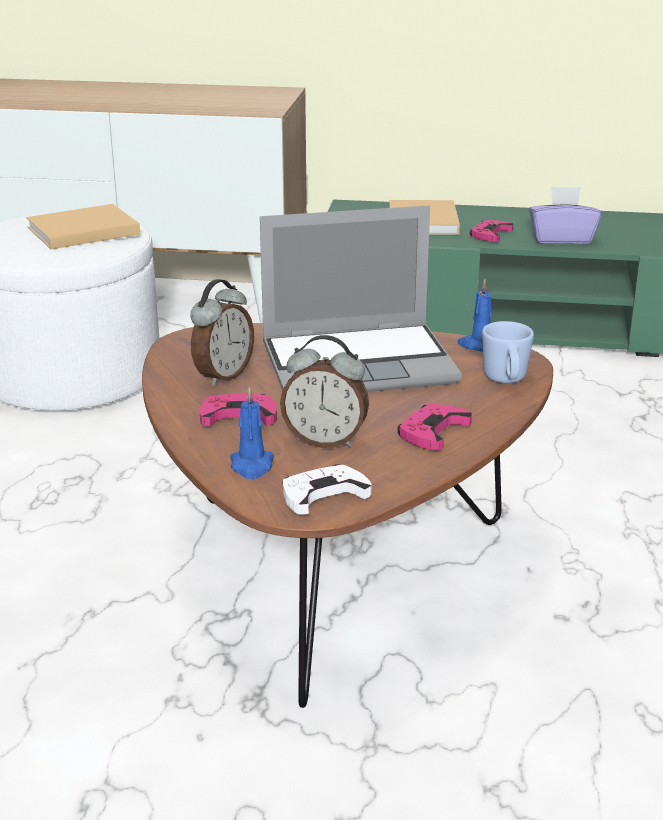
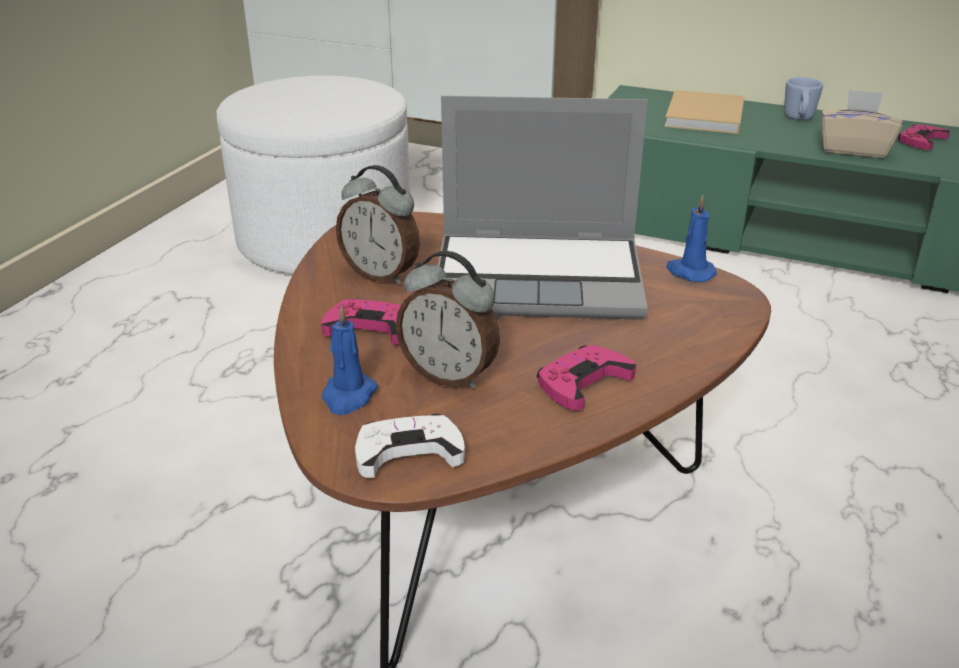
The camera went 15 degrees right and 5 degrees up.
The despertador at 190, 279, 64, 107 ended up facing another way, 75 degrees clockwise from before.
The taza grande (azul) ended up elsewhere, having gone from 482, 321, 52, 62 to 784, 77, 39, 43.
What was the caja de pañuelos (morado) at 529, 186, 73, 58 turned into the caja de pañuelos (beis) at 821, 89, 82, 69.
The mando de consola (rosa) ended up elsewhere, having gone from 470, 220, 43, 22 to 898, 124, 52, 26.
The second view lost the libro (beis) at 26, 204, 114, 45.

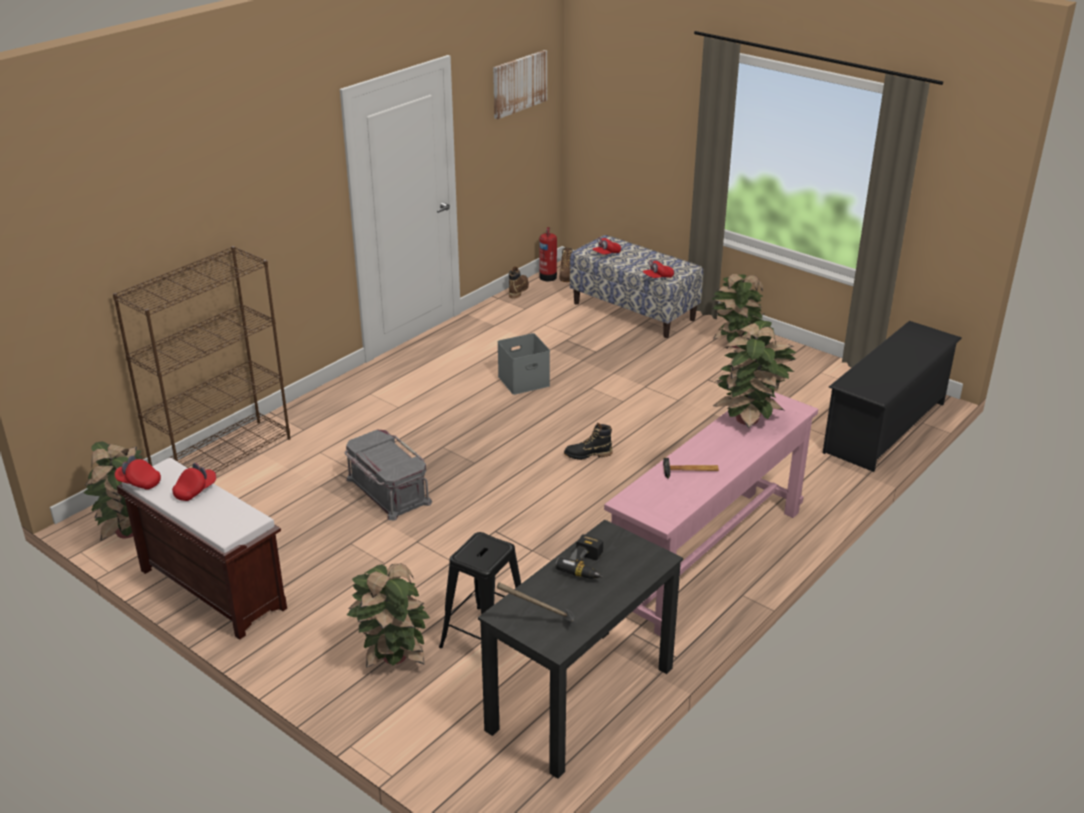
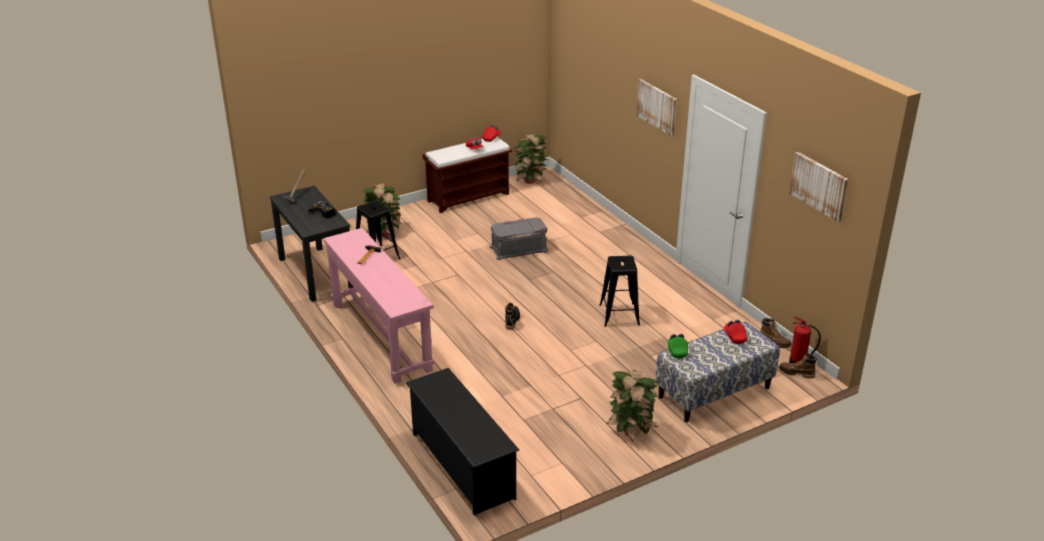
The camera went 110 degrees right and 0 degrees up.
Where the caja de almacenaje (gris) stood at 497, 333, 53, 62, the taburete (negro) came to stand at 599, 255, 41, 72.
The second view gained the cuadro at 637, 79, 40, 57.
What was the gorra (rojo) at 643, 260, 31, 18 turned into the gorra (verde) at 668, 334, 20, 24.
The second view lost the estantería (marrón) at 113, 246, 177, 227.
The second view lost the planta en maceta at 713, 321, 83, 107.

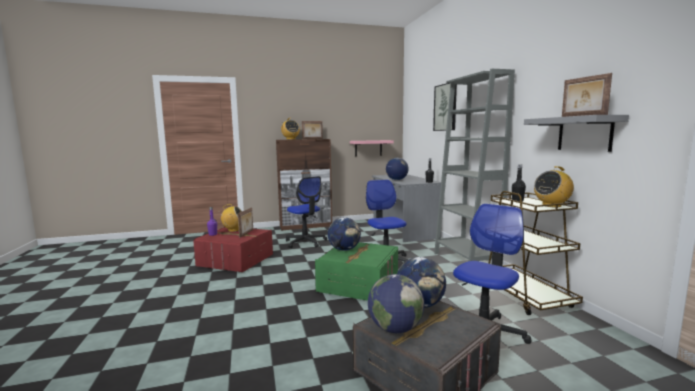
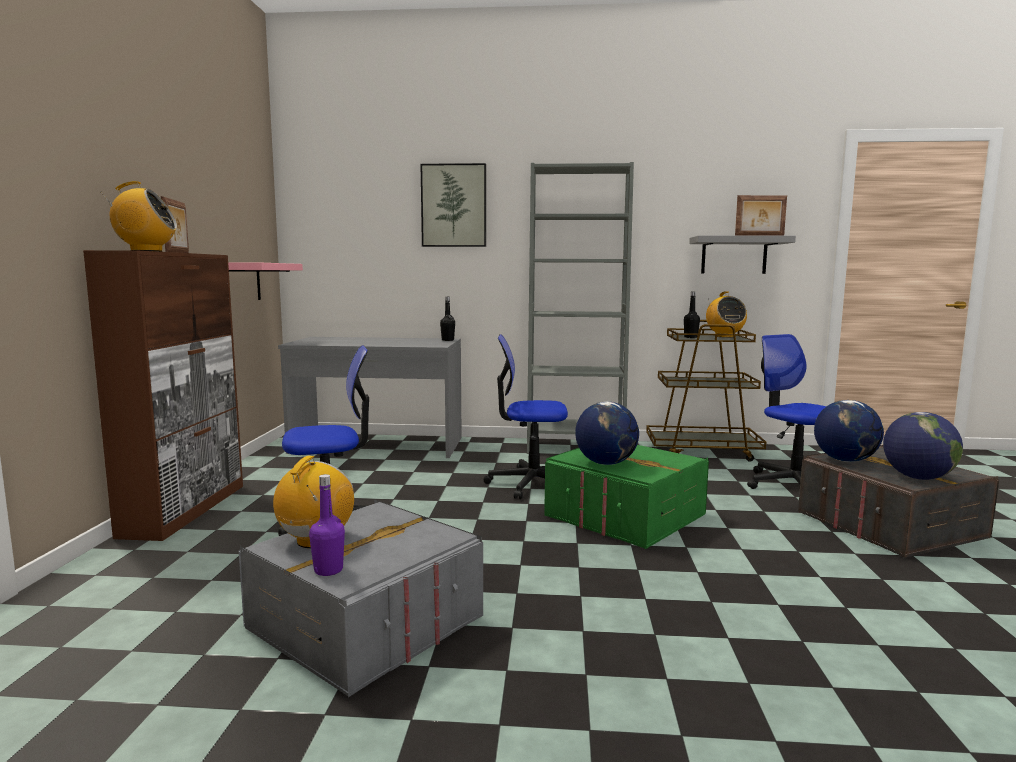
The camera went 70 degrees left and 0 degrees up.
What was the caja de almacenaje (rojo) at 193, 227, 80, 45 turned into the caja de almacenaje (gris) at 239, 500, 244, 197.
The second view lost the portarretratos at 238, 207, 15, 31.
The second view lost the globo terráqueo at 386, 158, 23, 22.

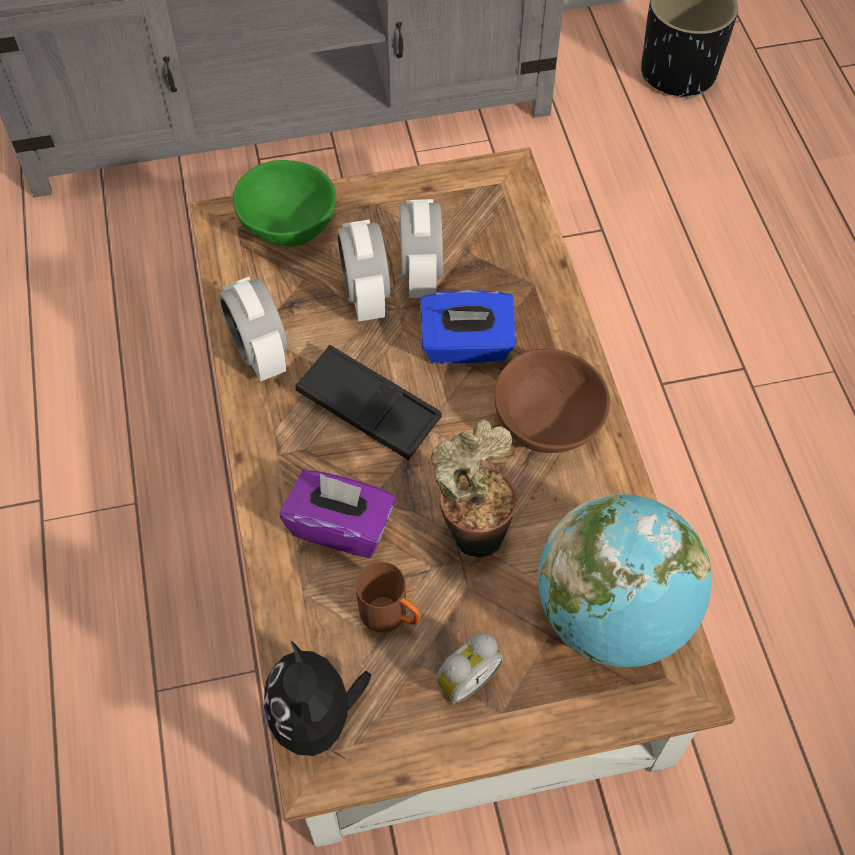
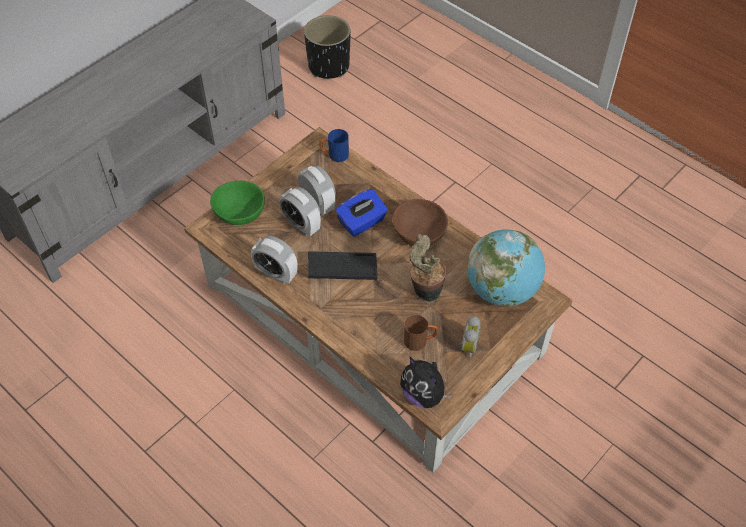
The camera went 35 degrees left and 5 degrees down.
The second view gained the taza grande (azul) at 320, 129, 29, 33.
The second view lost the caja de pañuelos (morado) at 279, 470, 117, 88.

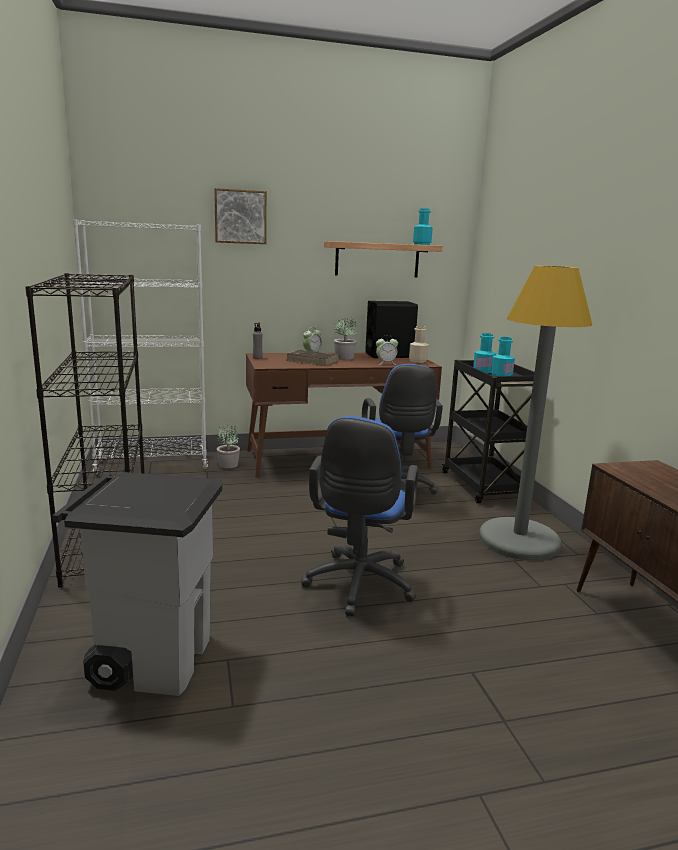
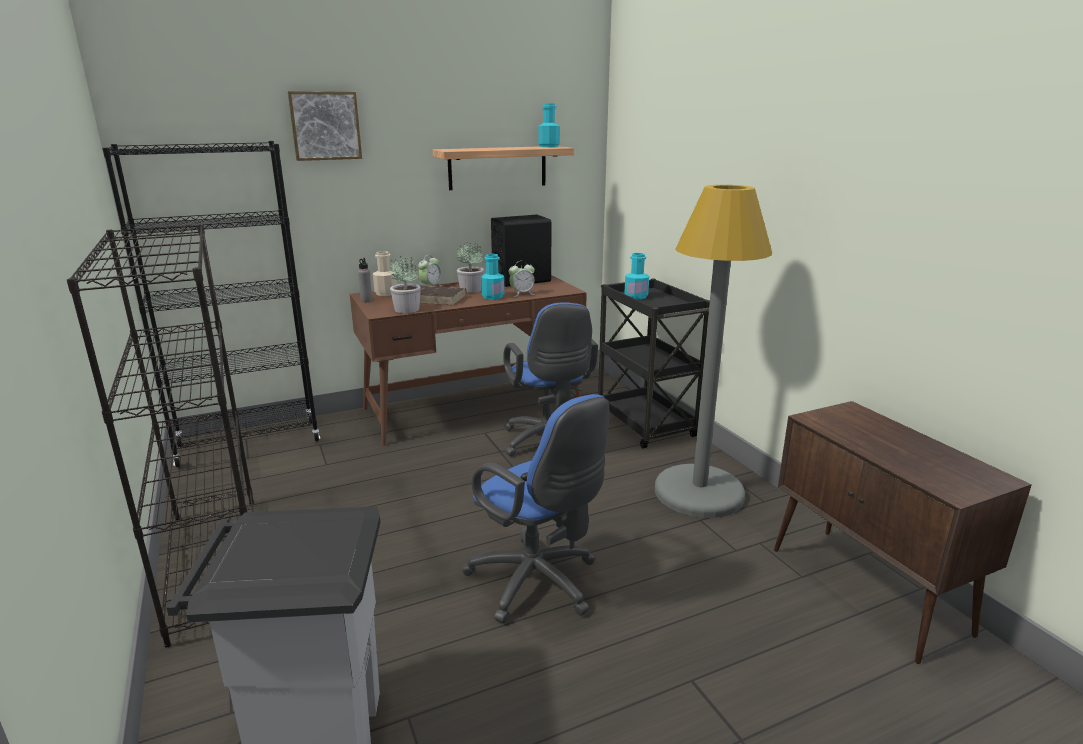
The camera went 10 degrees left and 5 degrees up.
What was the estantería (blanco) at 73, 219, 135, 256 turned into the estantería (negro) at 102, 141, 218, 327.
The botella (beis) ended up elsewhere, having gone from 409, 326, 20, 37 to 373, 251, 24, 45.
The planta en maceta ended up elsewhere, having gone from 217, 425, 23, 43 to 390, 256, 31, 57.
The silla de oficina (azul) at 301, 416, 117, 201 ended up facing another way, 45 degrees counterclockwise from before.
The botella (turquesa) ended up elsewhere, having gone from 491, 337, 24, 39 to 481, 254, 23, 46.

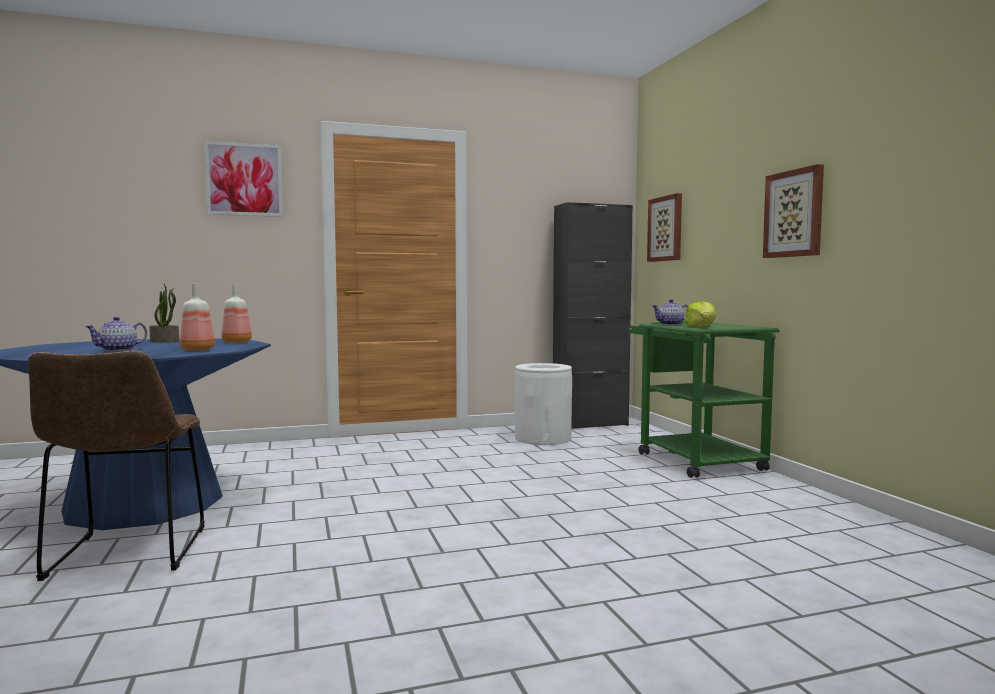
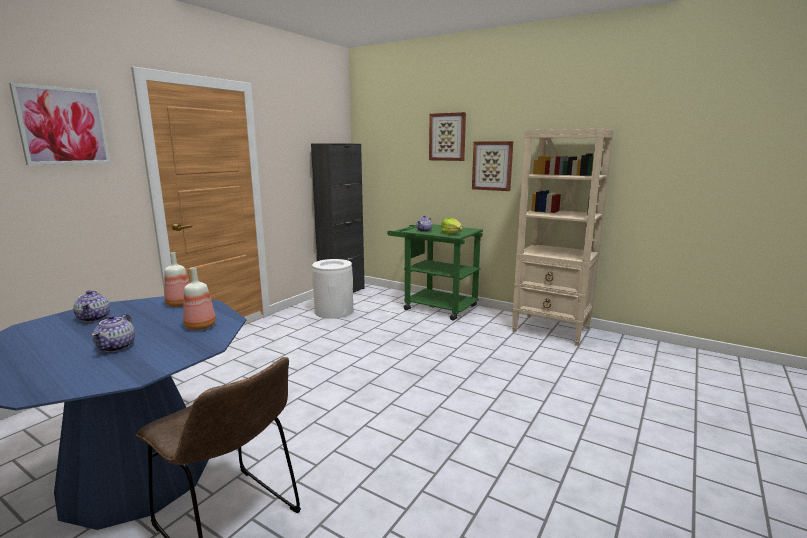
The camera went 40 degrees left and 10 degrees up.
Where the planta en maceta stood at 149, 284, 30, 58, the tetera came to stand at 73, 290, 37, 32.
The cuadro ended up elsewhere, having gone from 647, 193, 35, 69 to 429, 112, 37, 49.
The second view gained the estantería (beis) at 512, 129, 102, 217.

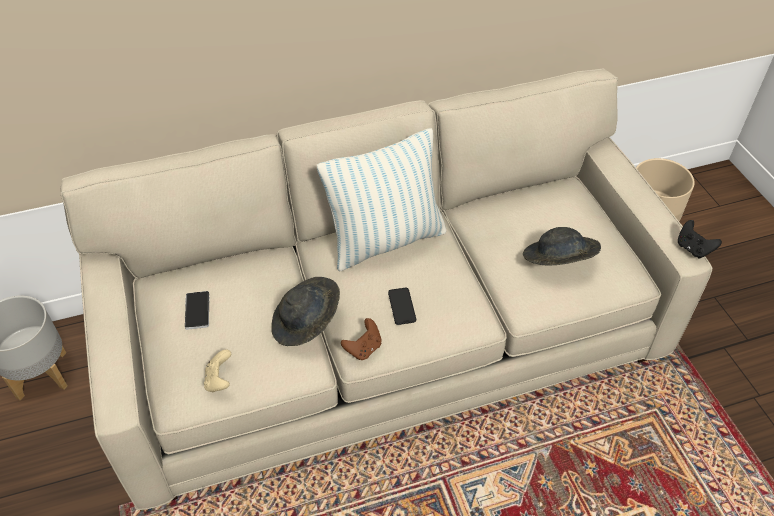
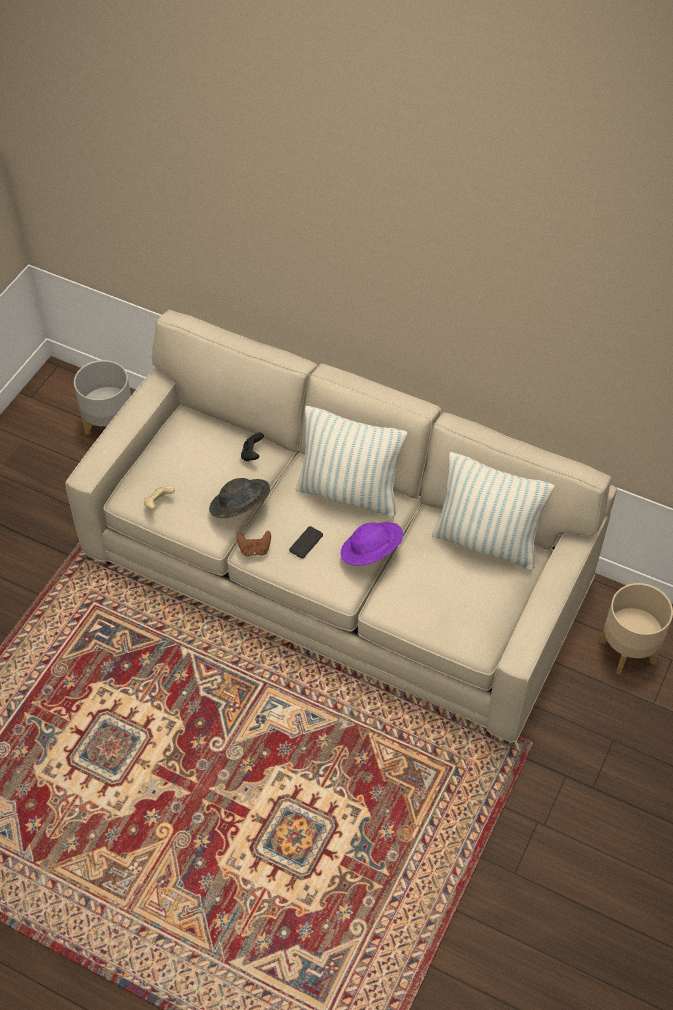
The camera went 45 degrees right and 5 degrees up.
The mando de consola (negro) ended up elsewhere, having gone from 678, 220, 44, 39 to 241, 432, 23, 29.
The second view gained the sombrero (morado) at 341, 522, 62, 44.
The second view gained the cojín at 432, 452, 122, 119.
The second view lost the móvil at 185, 291, 25, 39.
The second view lost the sombrero (gris) at 523, 227, 78, 39.

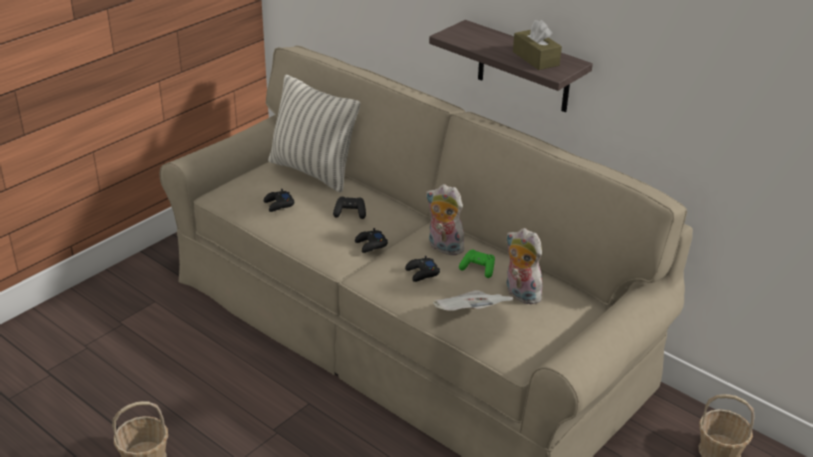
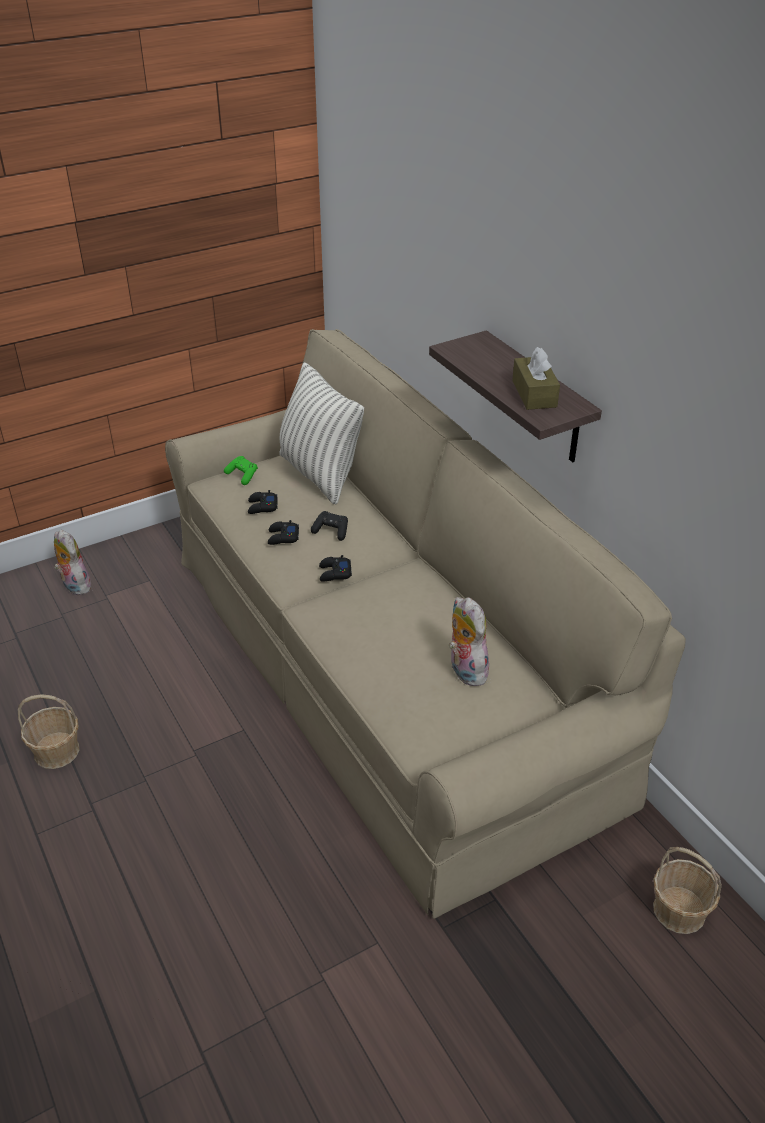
The camera went 20 degrees right and 5 degrees up.
The peluche ended up elsewhere, having gone from 426, 184, 38, 71 to 54, 530, 37, 65.
The mando de consola (verde) ended up elsewhere, having gone from 459, 249, 36, 29 to 224, 456, 34, 29.
The mando de consola (negro) ended up elsewhere, having gone from 405, 256, 35, 26 to 268, 520, 31, 25.
The second view lost the periódico at 433, 290, 81, 21.

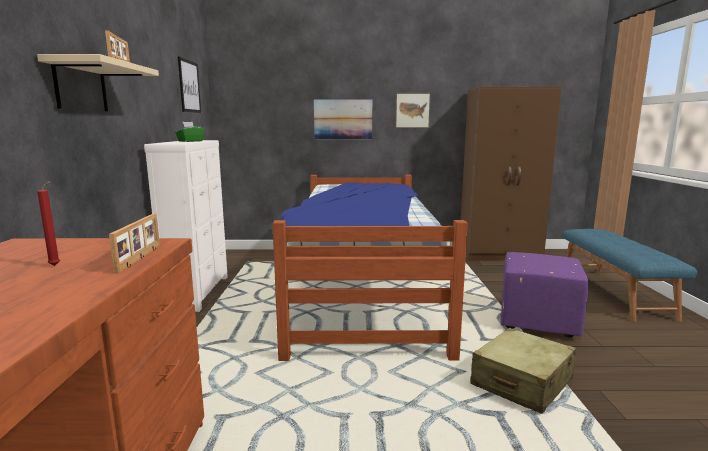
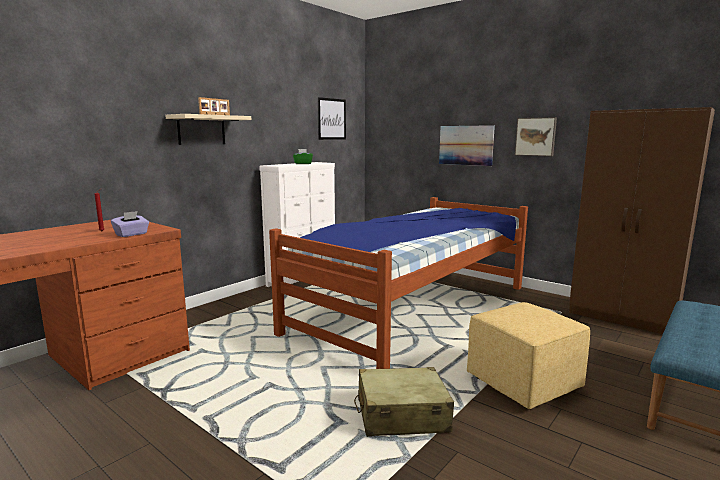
The camera went 40 degrees right and 0 degrees up.
Where the portarretratos stood at 109, 213, 51, 60, the caja de pañuelos (morado) came to stand at 111, 211, 38, 26.
What was the puf (morado) at 501, 252, 88, 86 turned into the puf (amarillo) at 467, 302, 123, 107.

